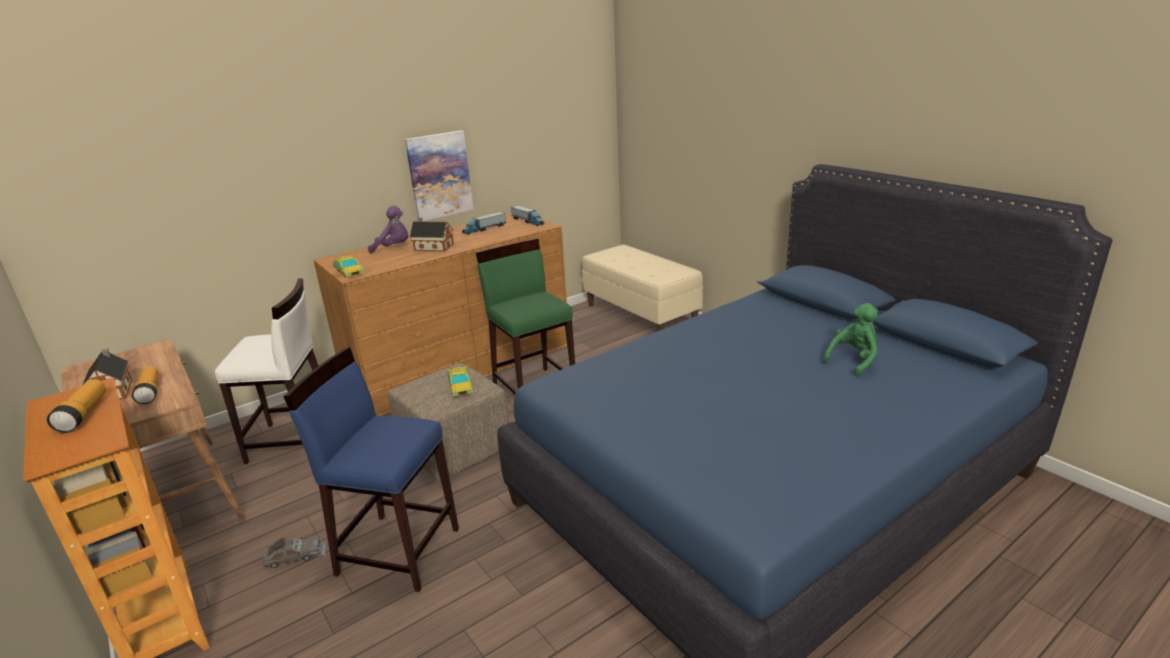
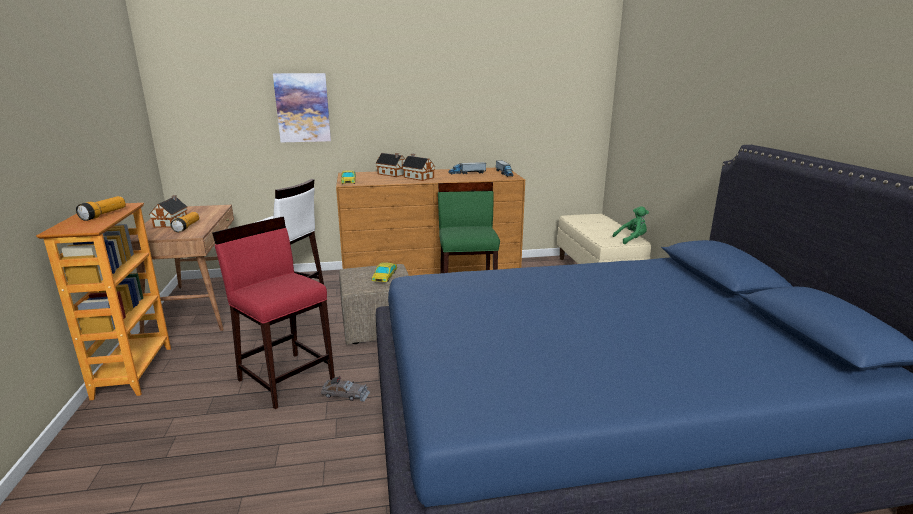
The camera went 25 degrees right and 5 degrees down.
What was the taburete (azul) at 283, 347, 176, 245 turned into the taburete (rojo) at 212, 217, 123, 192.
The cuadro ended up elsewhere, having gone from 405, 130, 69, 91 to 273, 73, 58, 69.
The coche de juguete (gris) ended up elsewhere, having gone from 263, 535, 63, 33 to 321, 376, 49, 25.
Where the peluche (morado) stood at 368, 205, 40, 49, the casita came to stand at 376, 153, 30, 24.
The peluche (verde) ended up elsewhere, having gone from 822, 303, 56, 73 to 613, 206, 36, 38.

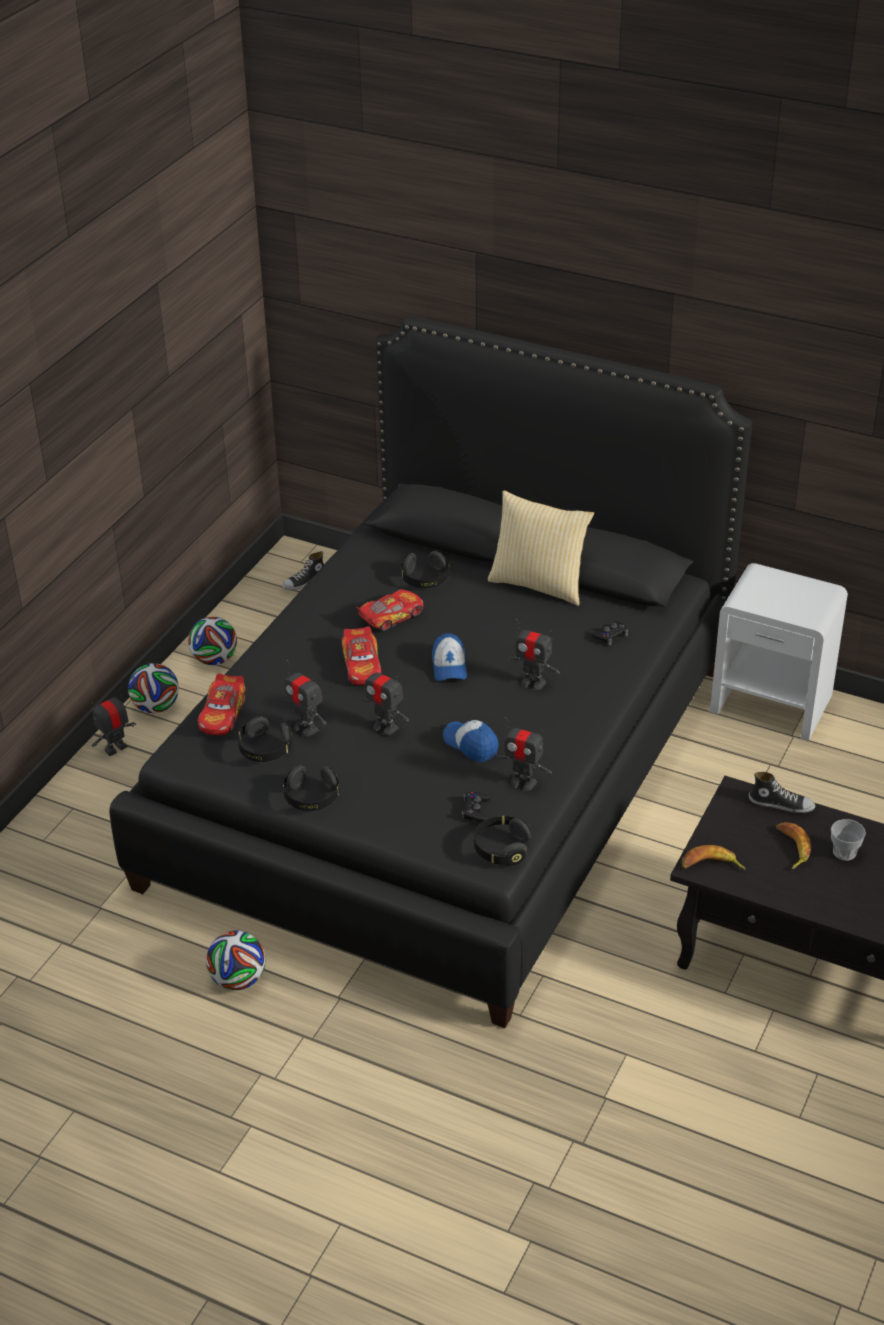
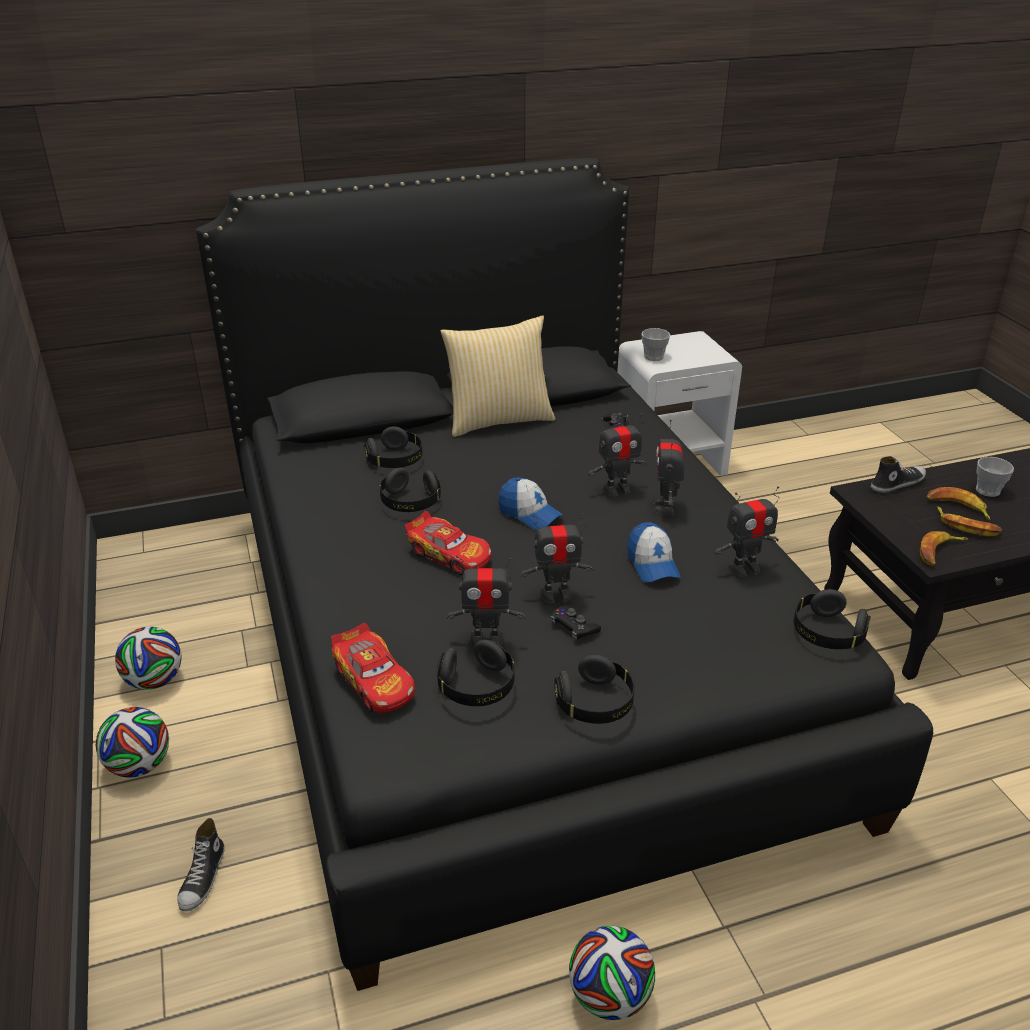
The camera went 45 degrees left and 5 degrees down.
The zapato ended up elsewhere, having gone from 282, 551, 42, 39 to 177, 818, 48, 93.
Where the coche de juguete stood at 357, 589, 66, 43, the auriculares (negro) came to stand at 380, 468, 61, 44.
The mando de consola (negro) ended up elsewhere, having gone from 462, 792, 28, 30 to 550, 605, 51, 37.
The gorra at 443, 720, 56, 42 ended up facing another way, 105 degrees counterclockwise from before.
The second view gained the taza at 641, 328, 29, 33.
The robot de juguete ended up elsewhere, having gone from 91, 687, 45, 69 to 653, 420, 31, 96.
The second view gained the plátano at 937, 506, 65, 31.

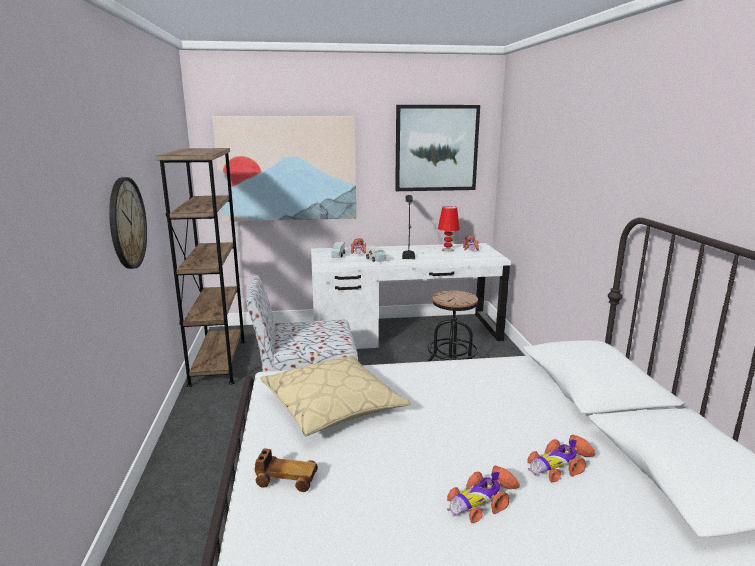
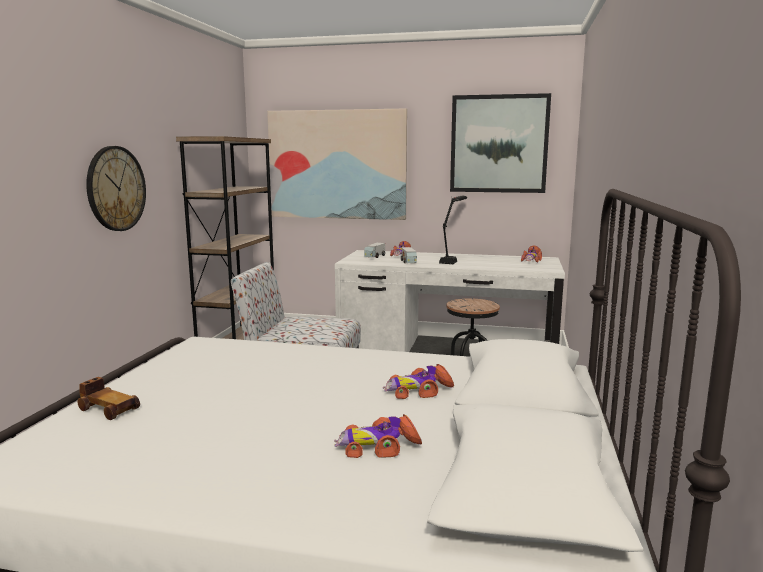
The camera went 20 degrees right and 5 degrees down.
The coche de juguete ended up elsewhere, having gone from 447, 465, 73, 58 to 383, 364, 71, 35.
The second view lost the cojín (beis) at 260, 356, 151, 80.
The second view lost the lámpara de mesa (rojo) at 438, 206, 22, 46.

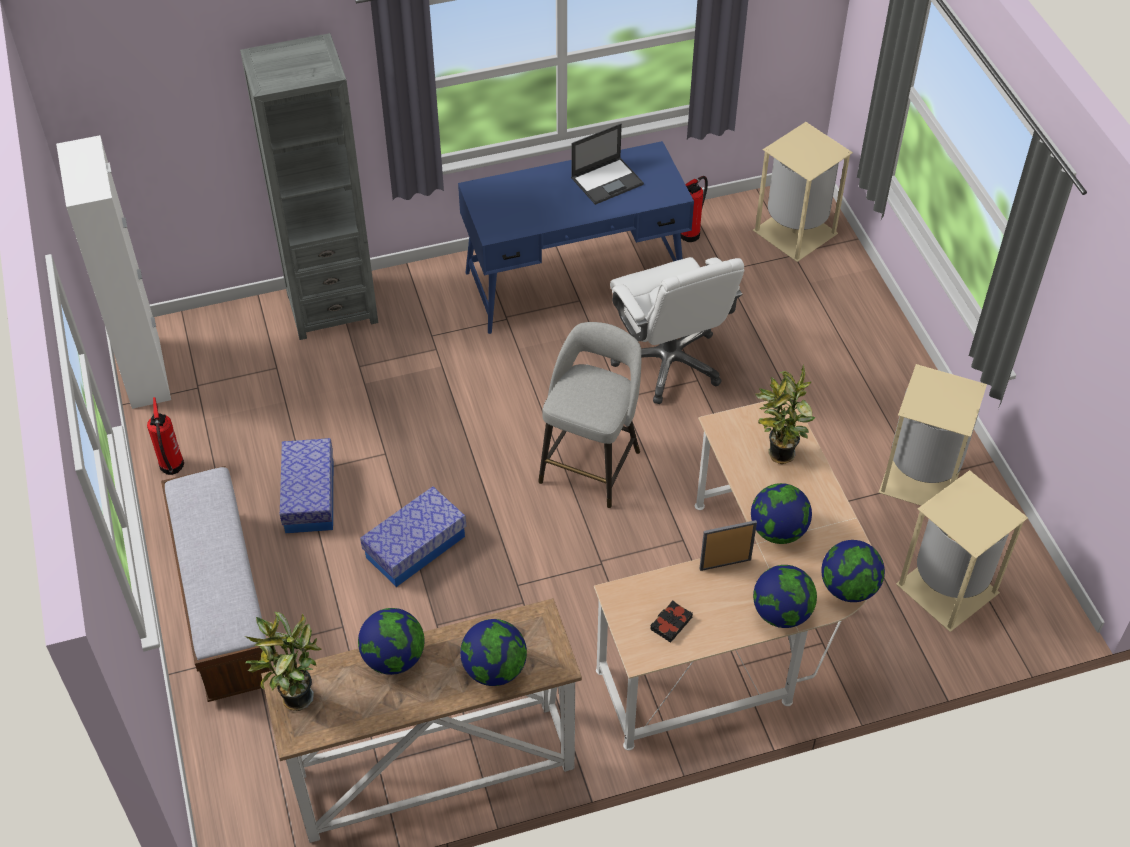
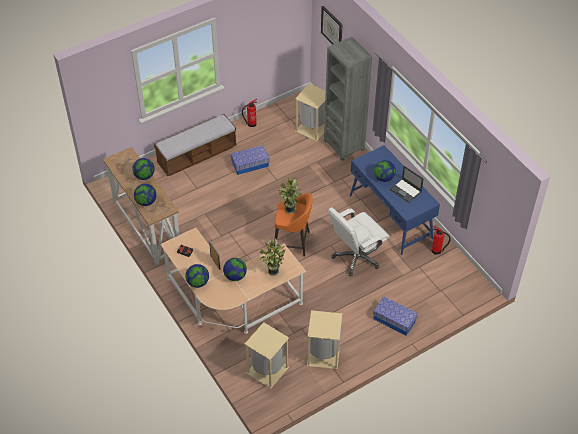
The camera went 75 degrees right and 0 degrees up.
What was the taburete (gris) at 538, 322, 103, 186 turned into the taburete (naranja) at 274, 193, 39, 64.
The planta en maceta ended up elsewhere, having gone from 245, 612, 77, 99 to 278, 177, 24, 37.
The papelera (beis) ended up elsewhere, having gone from 753, 122, 100, 140 to 295, 84, 31, 57.
The second view gained the reloj de pared at 321, 6, 21, 39.
The caja de almacenaje ended up elsewhere, having gone from 360, 486, 106, 101 to 373, 296, 45, 39.
The globo terráqueo ended up elsewhere, having gone from 821, 540, 64, 62 to 374, 160, 22, 22.
The second view lost the armario (blanco) at 56, 135, 115, 274.

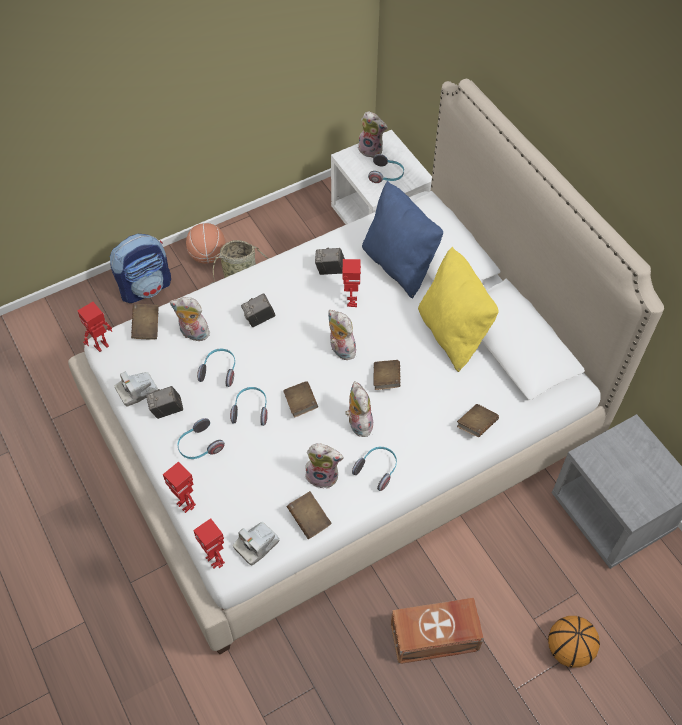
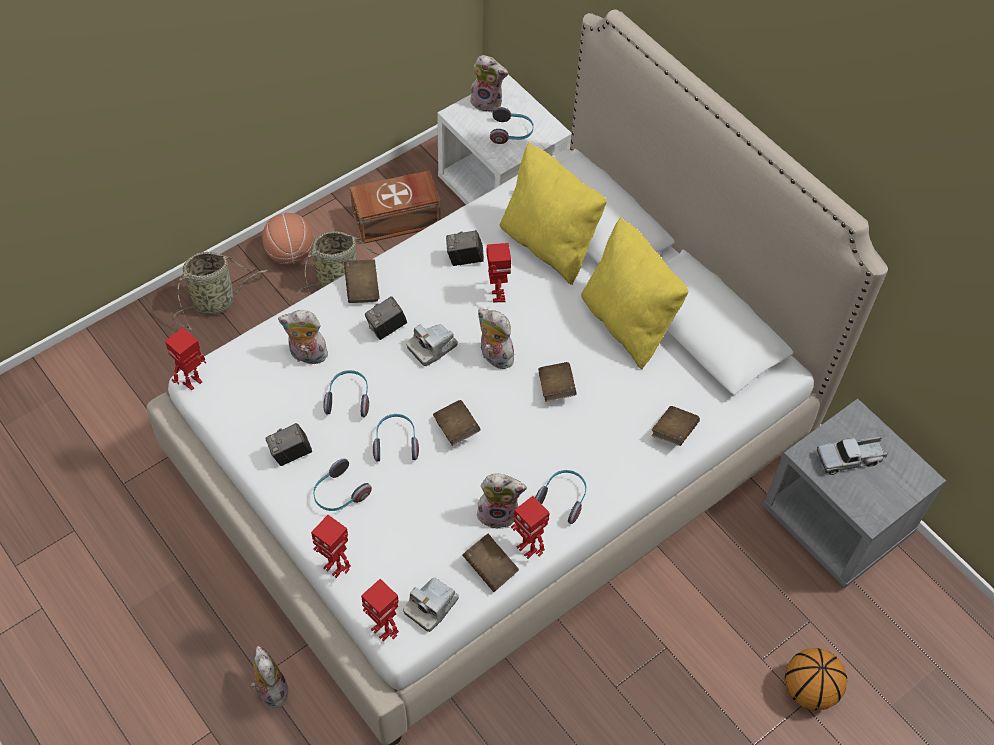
The camera went 10 degrees left and 0 degrees up.
Where the mochila stood at 110, 234, 61, 69, the cesta came to stand at 173, 252, 96, 78.
The peluche ended up elsewhere, having gone from 345, 381, 28, 56 to 250, 646, 38, 61.
The libro (marrón) ended up elsewhere, having gone from 131, 304, 28, 36 to 344, 260, 36, 43.
The caja de almacenaje (marrón) ended up elsewhere, having gone from 391, 598, 93, 66 to 350, 171, 91, 73.
The cámara ended up elsewhere, having gone from 115, 371, 43, 35 to 406, 324, 52, 42.
What was the cojín (azul) at 362, 181, 81, 118 turned into the cojín (amarillo) at 500, 142, 107, 143.
The second view gained the robot de juguete at 511, 496, 39, 63.
The second view gained the camión de juguete at 816, 437, 72, 38.

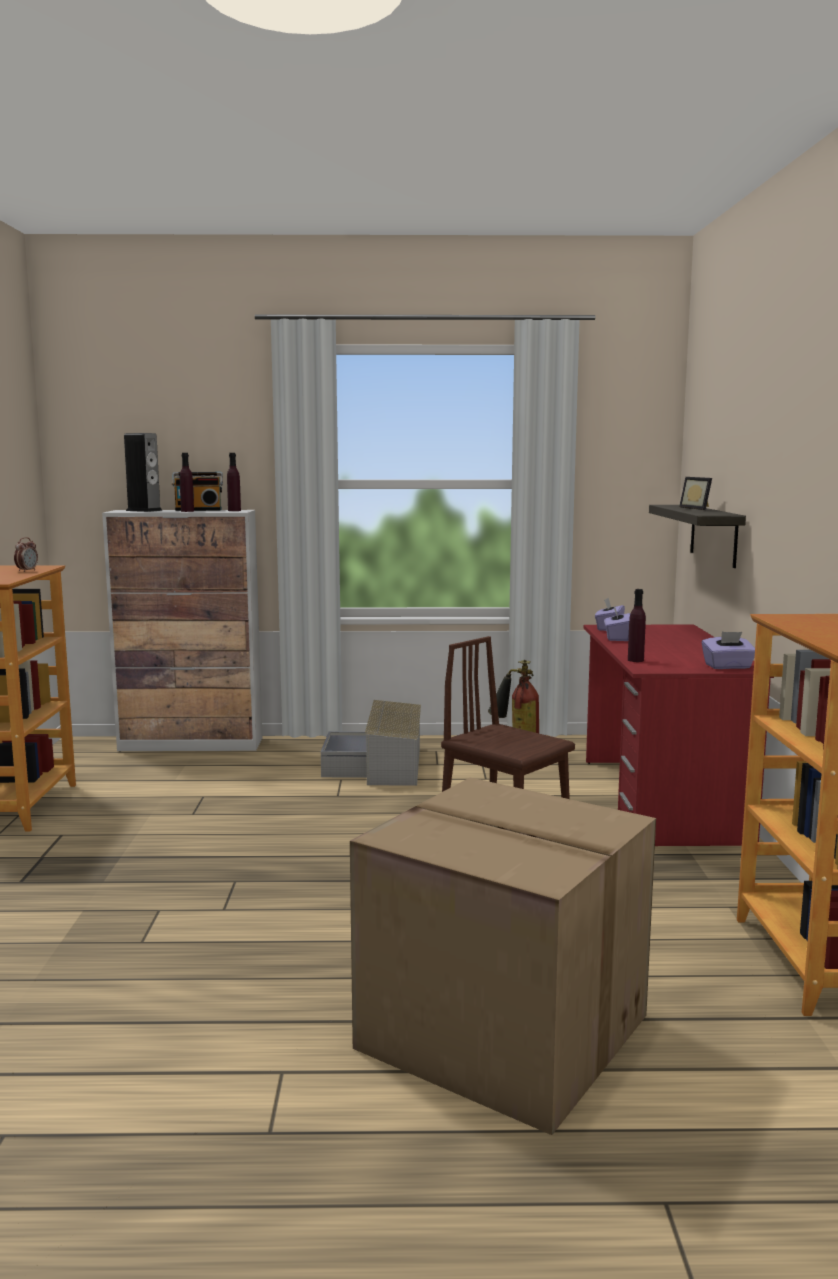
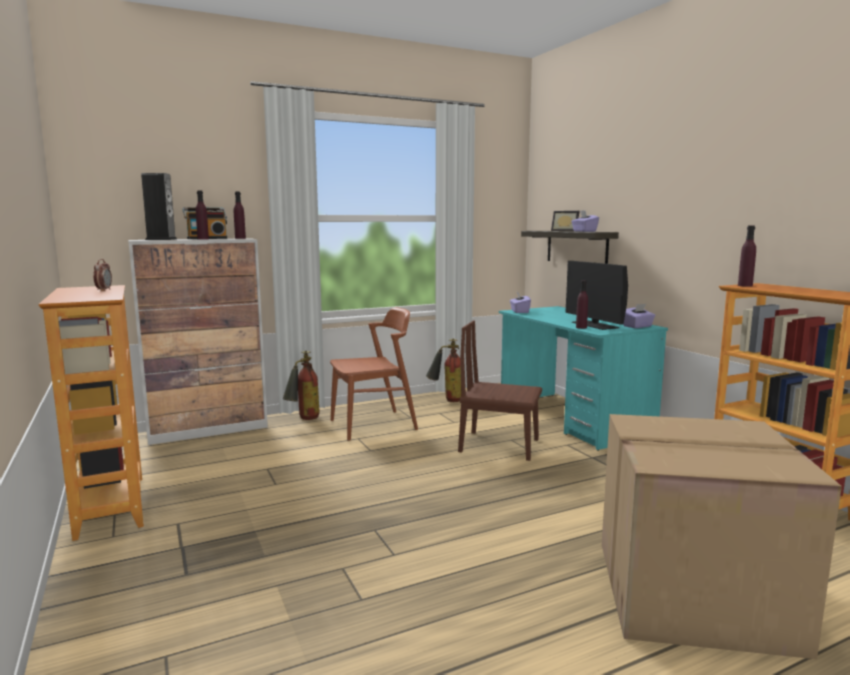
The camera went 25 degrees left and 0 degrees up.
The second view gained the extintor at 283, 350, 37, 70.
Where the caja de almacenaje (gris) stood at 321, 700, 100, 86, the silla (marrón) came to stand at 330, 307, 88, 134.
What was the escritorio (rojo) at 584, 625, 190, 221 turned into the escritorio (turquesa) at 499, 306, 169, 144.
The second view gained the monitor at 565, 261, 63, 69.
The caja de pañuelos (morado) ended up elsewhere, having gone from 604, 607, 26, 34 to 571, 210, 28, 22.
The second view gained the botella (morado) at 738, 226, 18, 61.

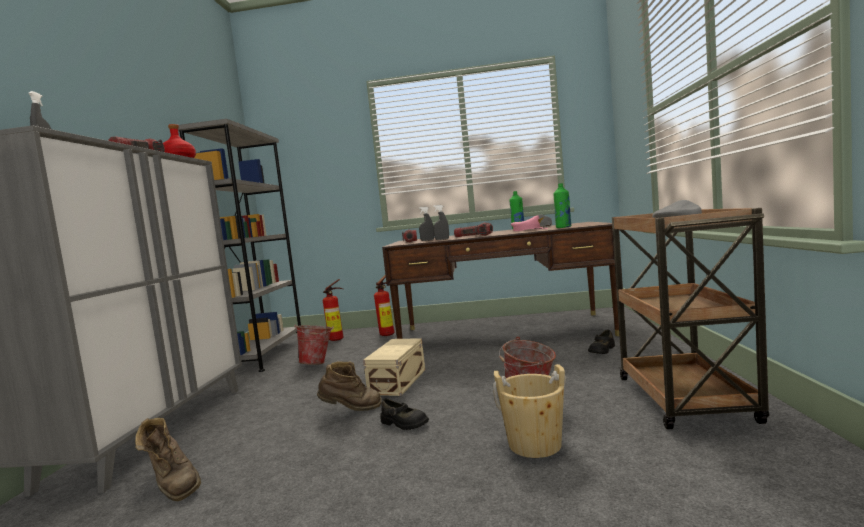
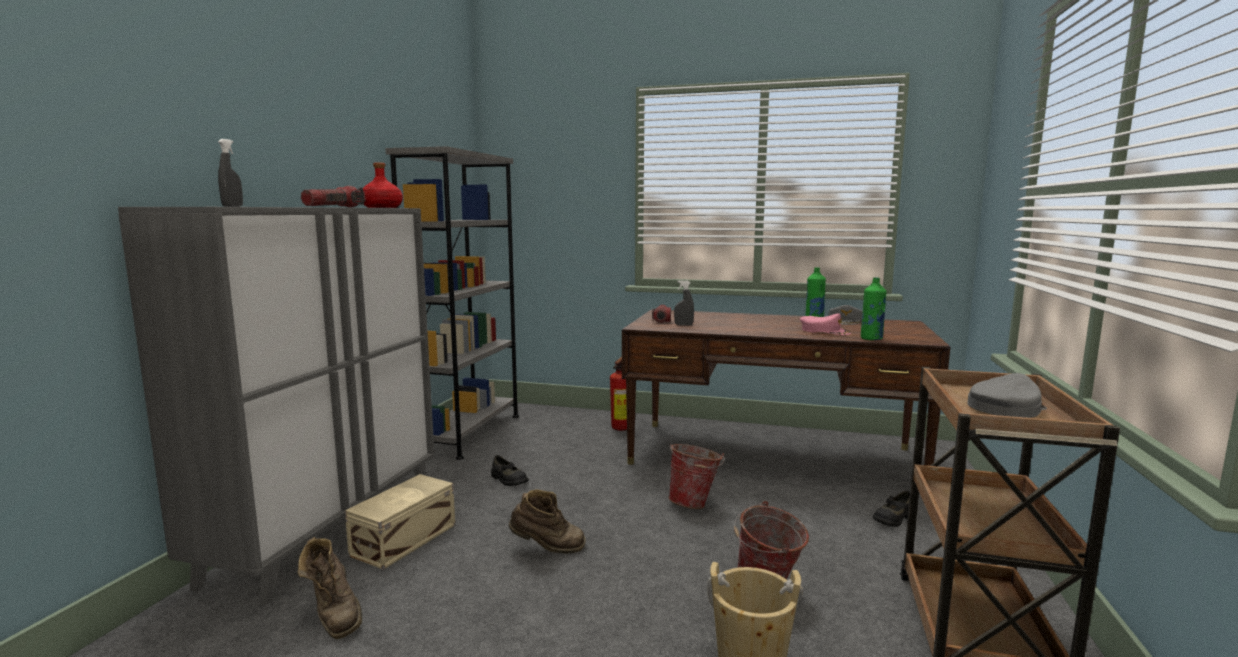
The camera went 10 degrees right and 5 degrees up.
The caja de almacenaje (beis) ended up elsewhere, having gone from 363, 338, 62, 58 to 345, 474, 110, 96.
The zapato (negro) ended up elsewhere, having gone from 380, 398, 49, 32 to 491, 455, 38, 31.
The cubo ended up elsewhere, having gone from 295, 324, 39, 41 to 669, 444, 56, 65.
The second view lost the extintor at 323, 279, 21, 62.
The second view lost the pulverizador (gris) at 433, 205, 16, 35.
The second view lost the linterna at 454, 222, 39, 15.

